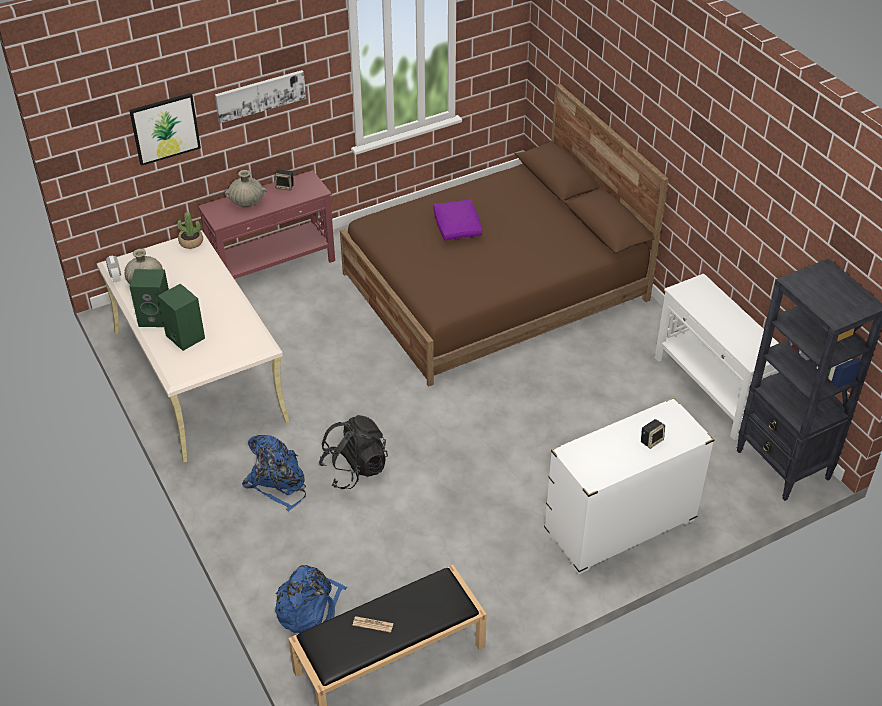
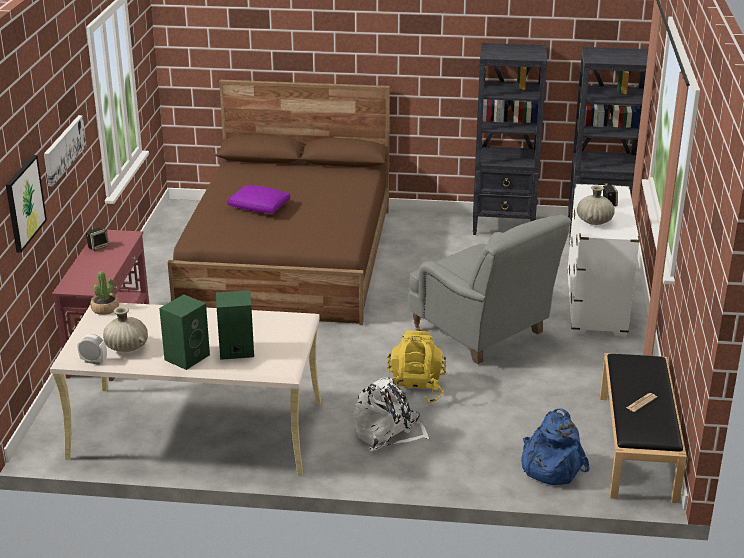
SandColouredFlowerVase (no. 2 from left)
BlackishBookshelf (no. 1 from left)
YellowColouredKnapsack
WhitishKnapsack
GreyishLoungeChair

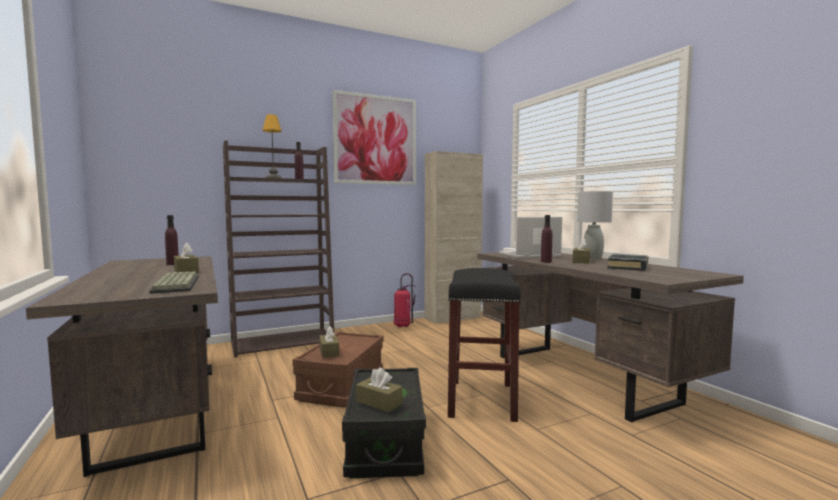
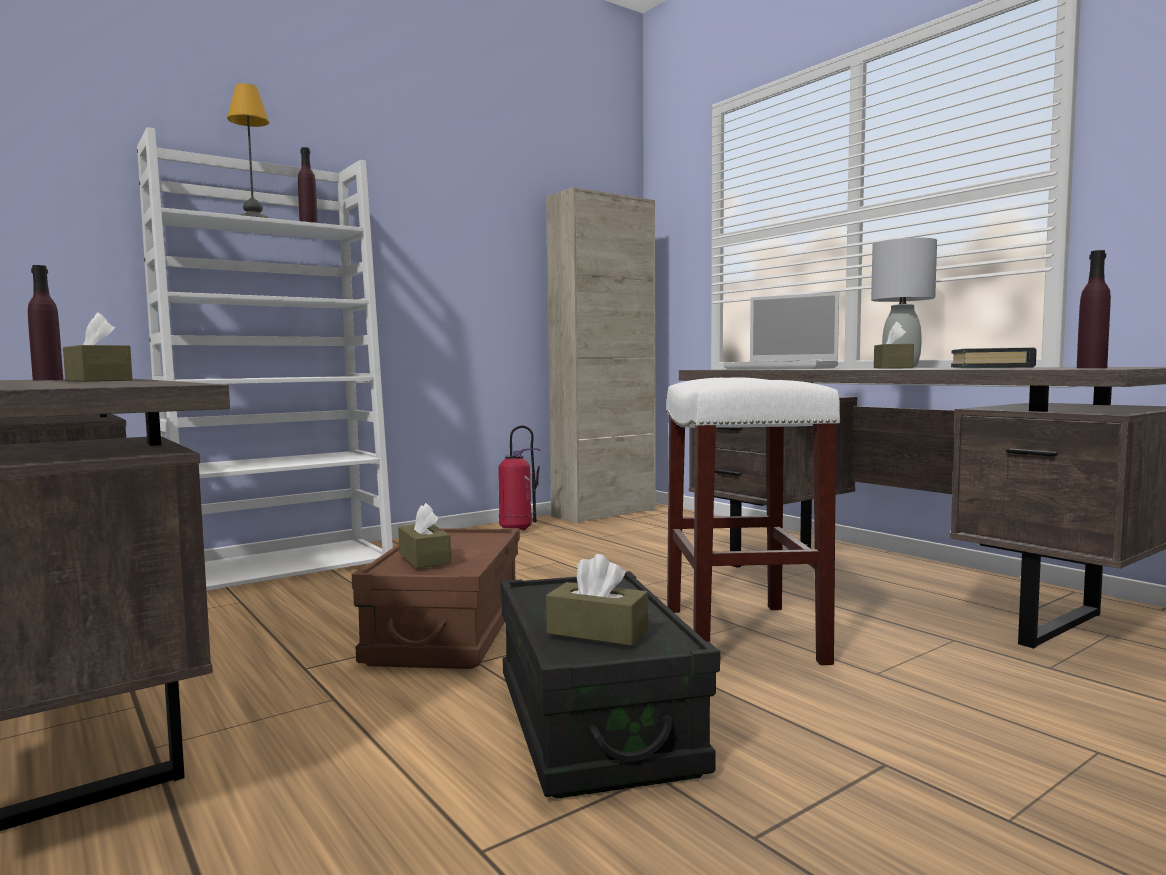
WallPicture
WhitishBookshelf
PurpleColouredBottle (no. 3 from left)
Laptop
WhitishSittingStool
PcKeyboard

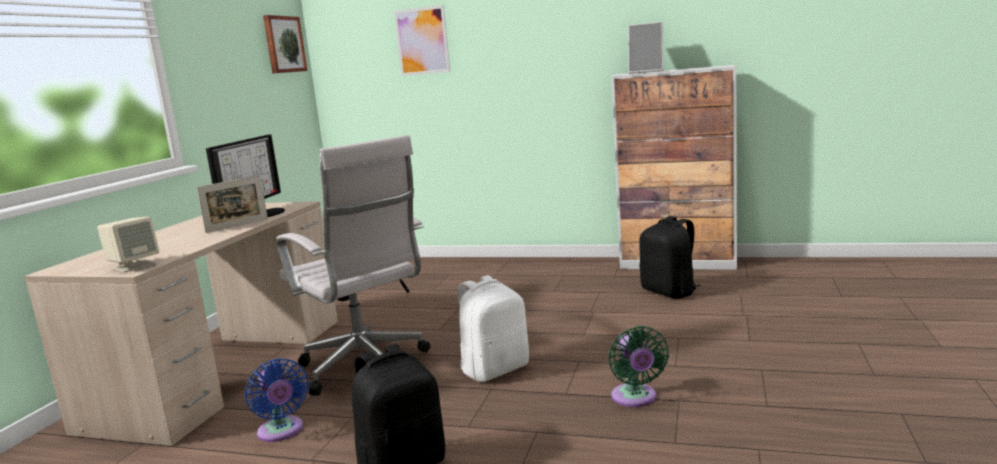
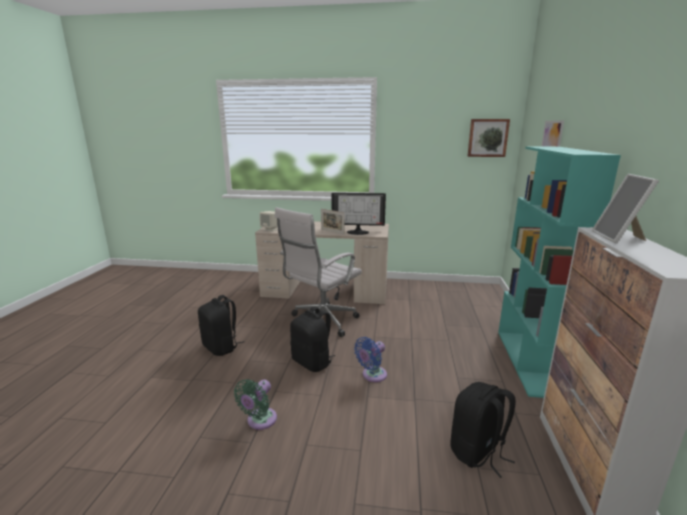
BlackishKnapsack (no. 2 from left)
GreenElectricFan
BlueColouredElectricFan
TurquoiseColouredBookshelf

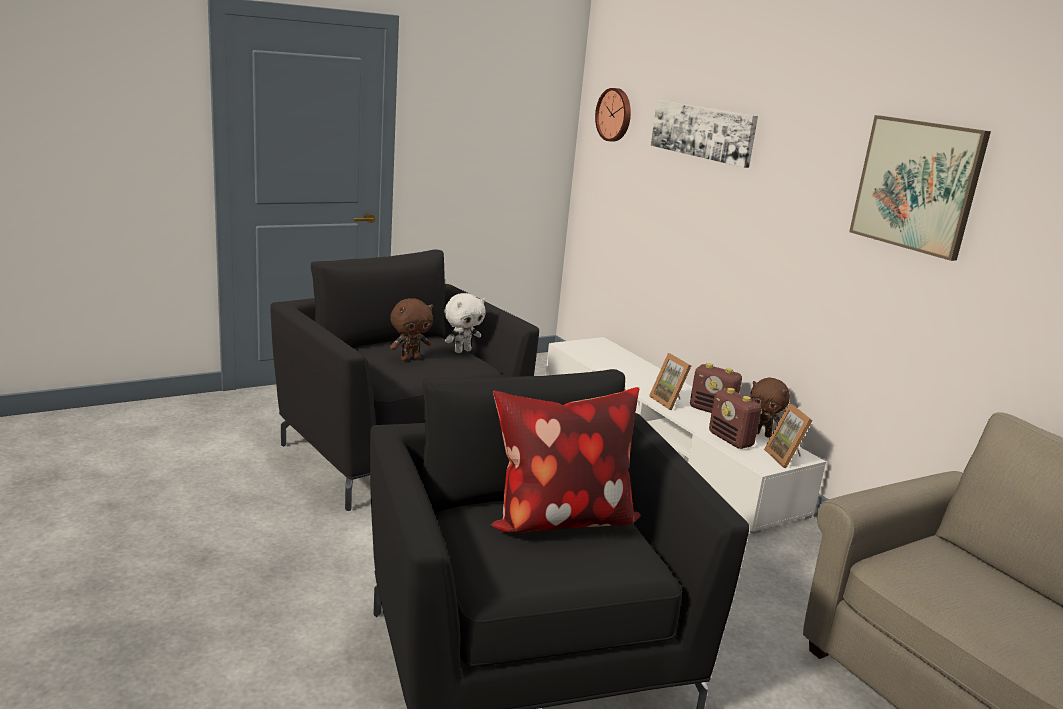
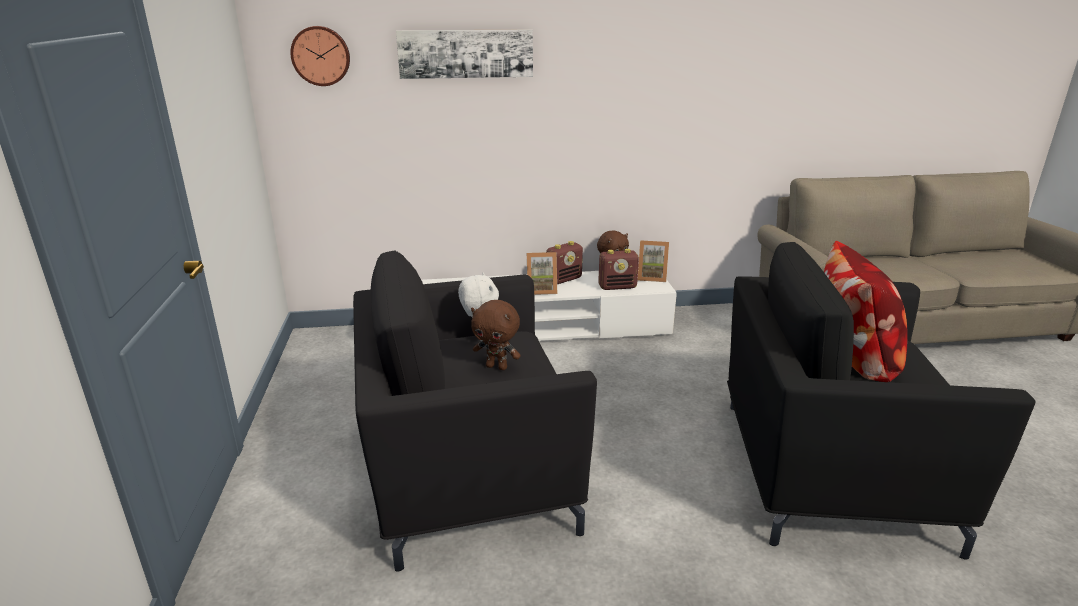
WallPicture (no. 2 from left in the first image)
BrownishCuddlyToy (no. 1 from left)

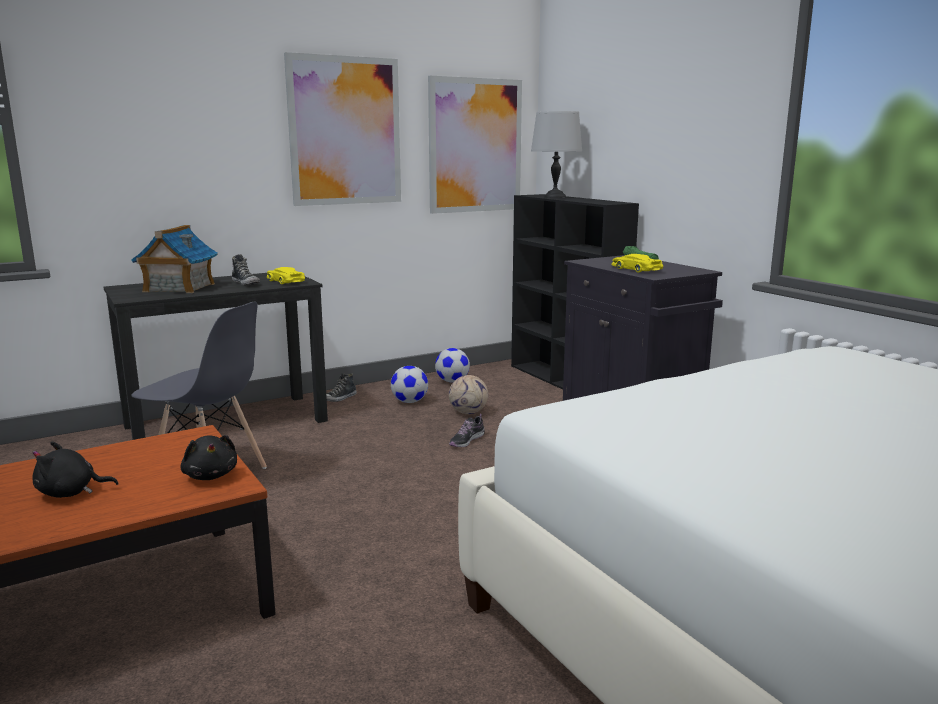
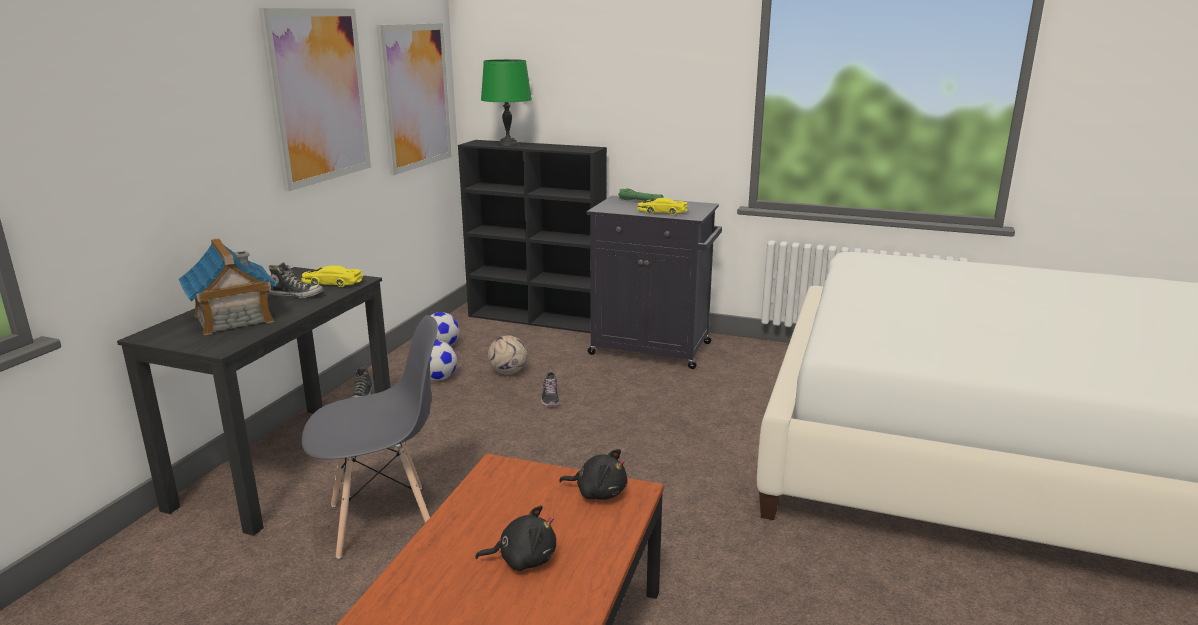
GreenTabletopLamp
BlackishCuddlyToy (no. 1 from left)

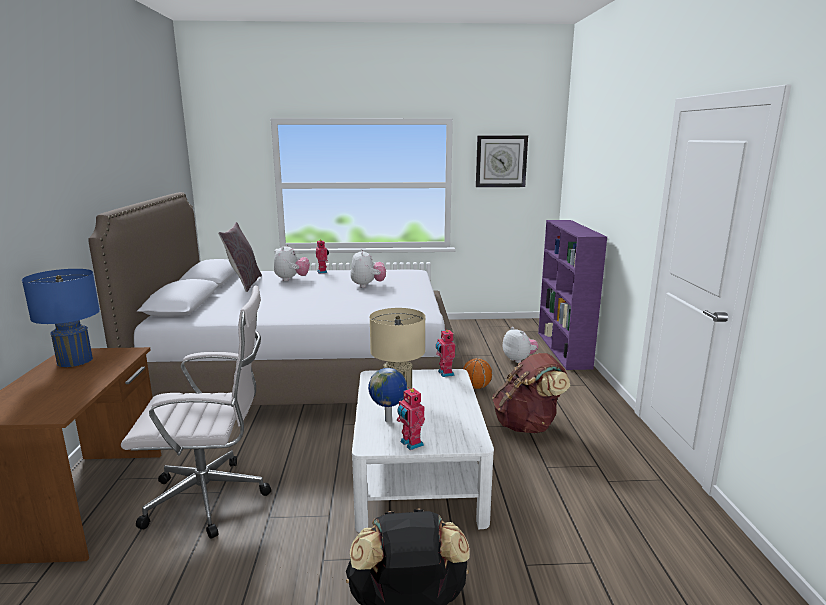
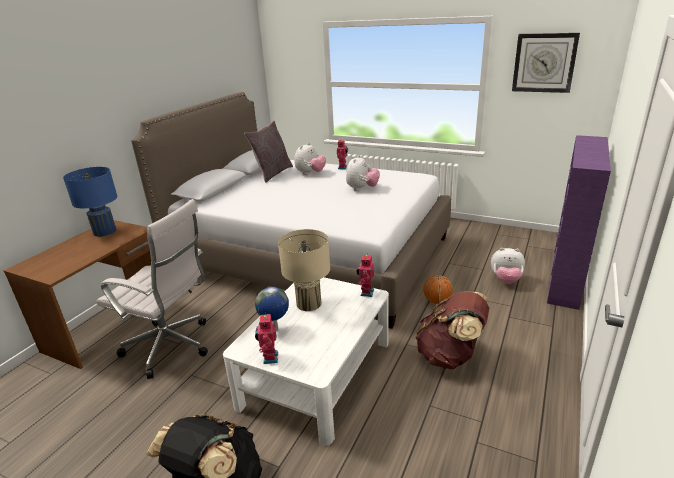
CuddlyToy (no. 3 from left)

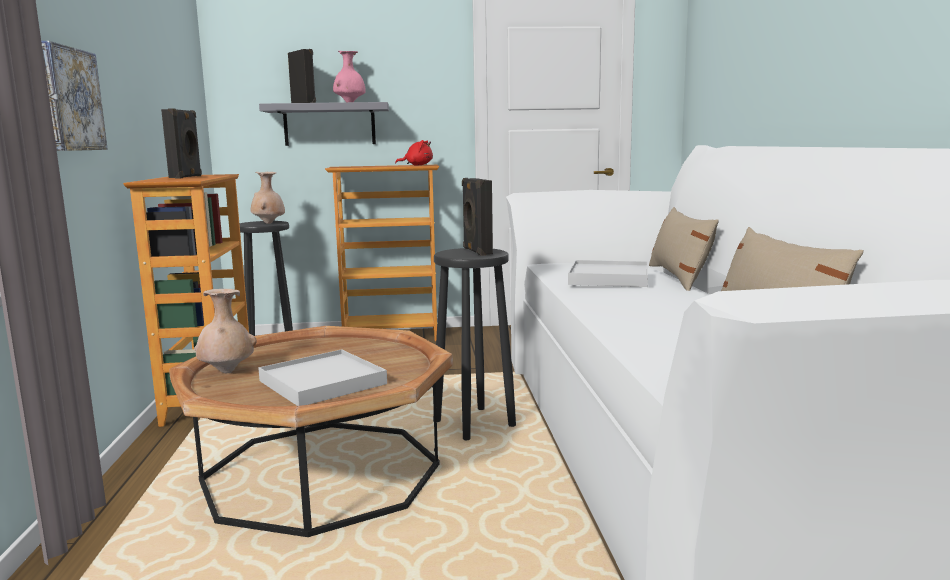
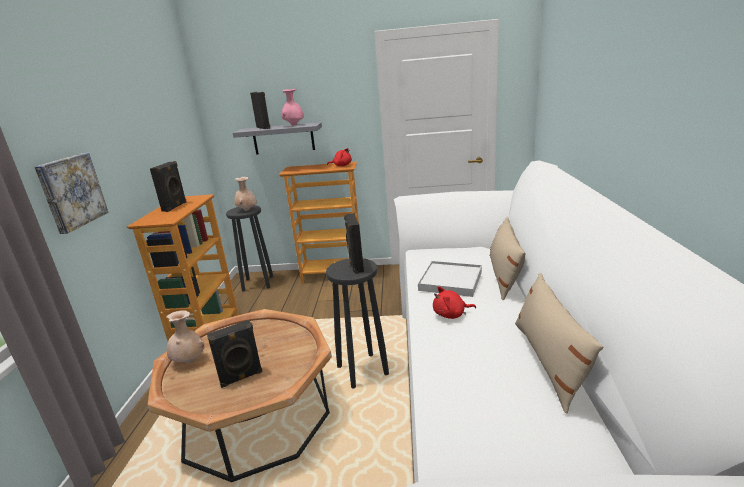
BlackishSpeaker (no. 2 from left)
ReddishCuddlyToy (no. 2 from left)

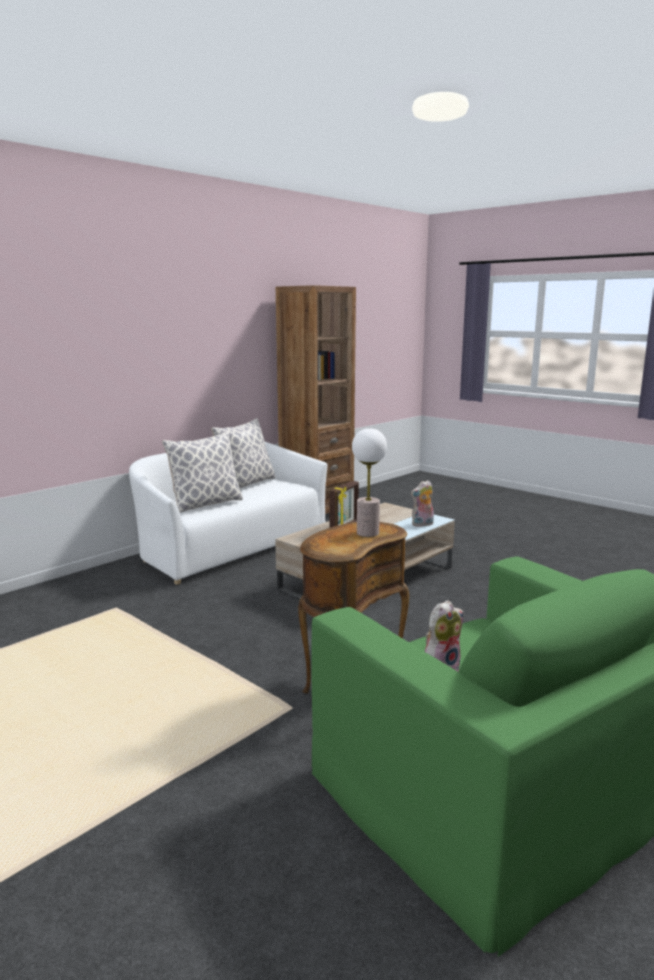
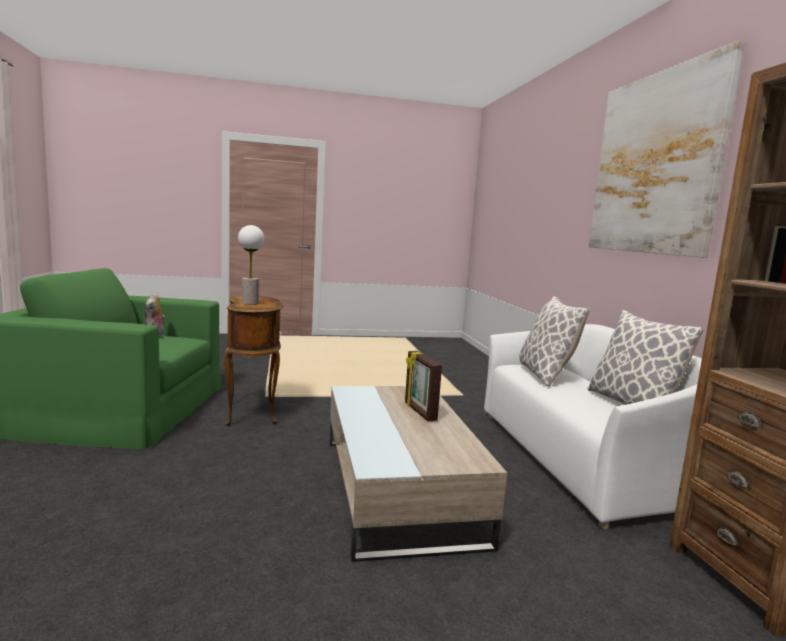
CuddlyToy (no. 1 from left in the first image)
WallPicture

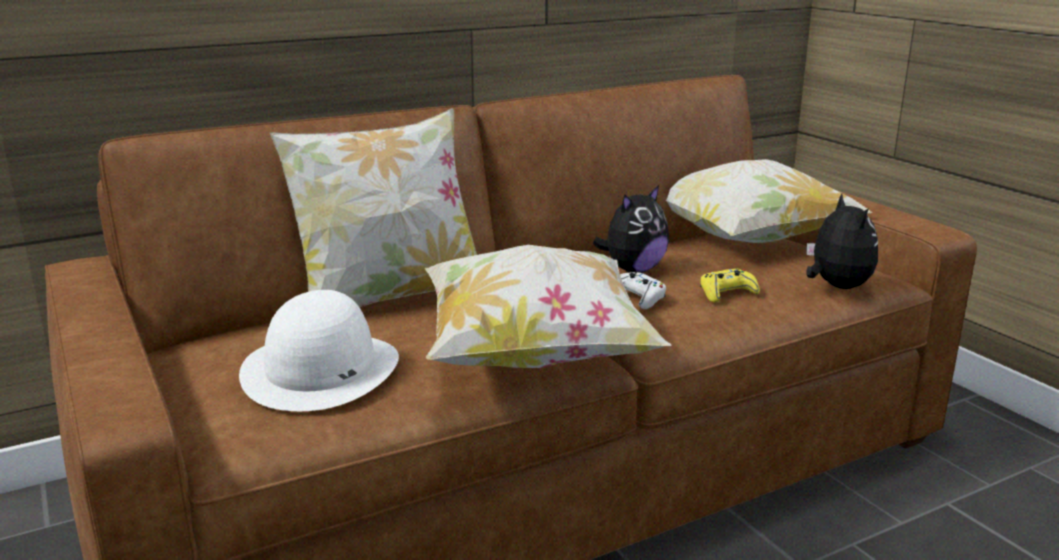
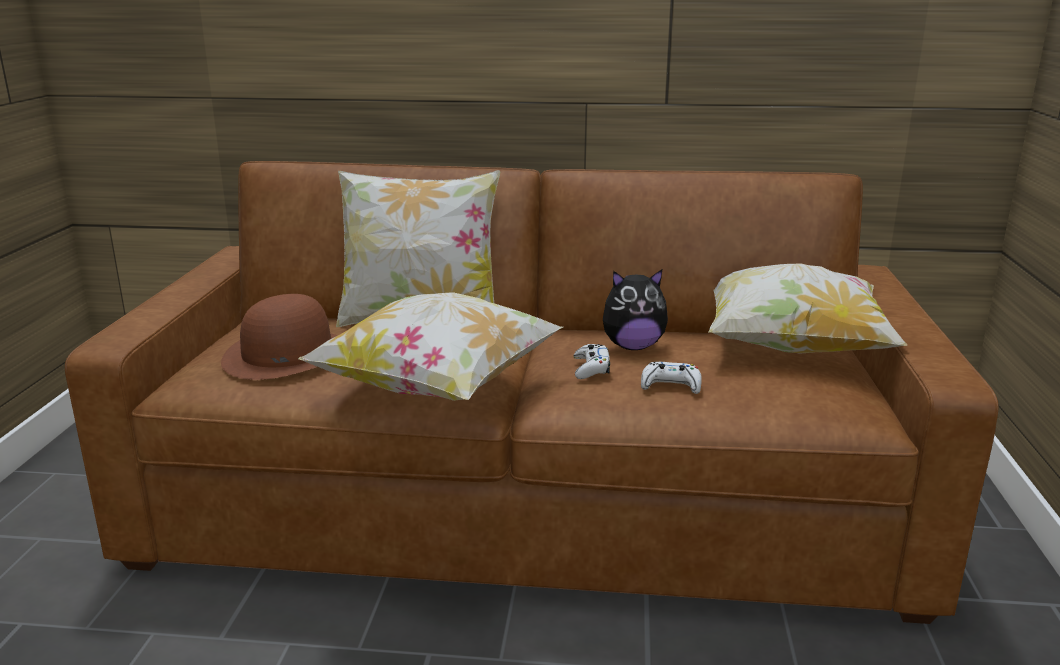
CuddlyToy (no. 2 from left in the first image)
WhitishGameController (no. 2 from left)
BrownishWearableHat

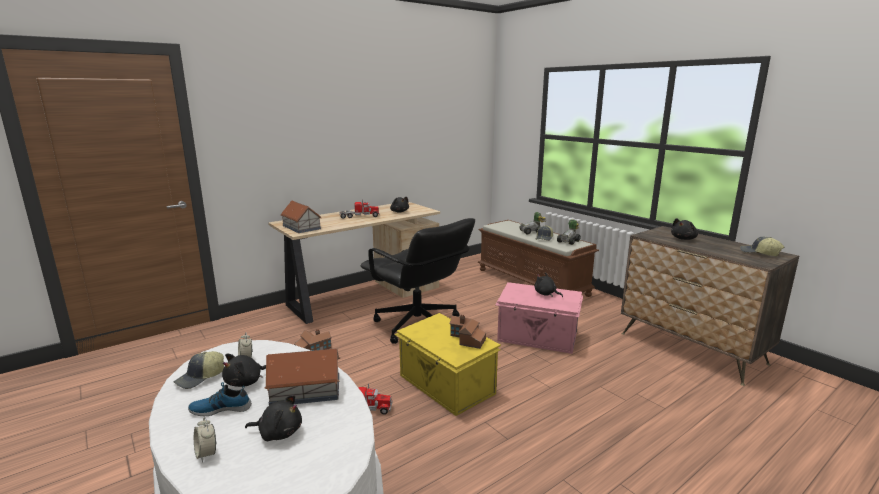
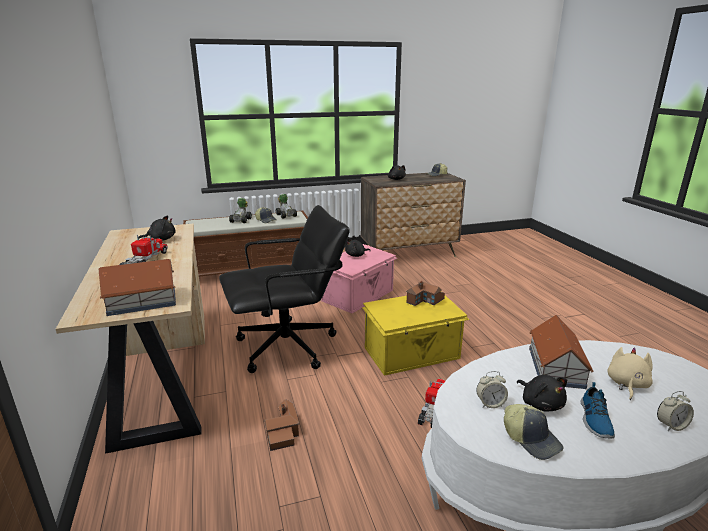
SandColouredCuddlyToy

